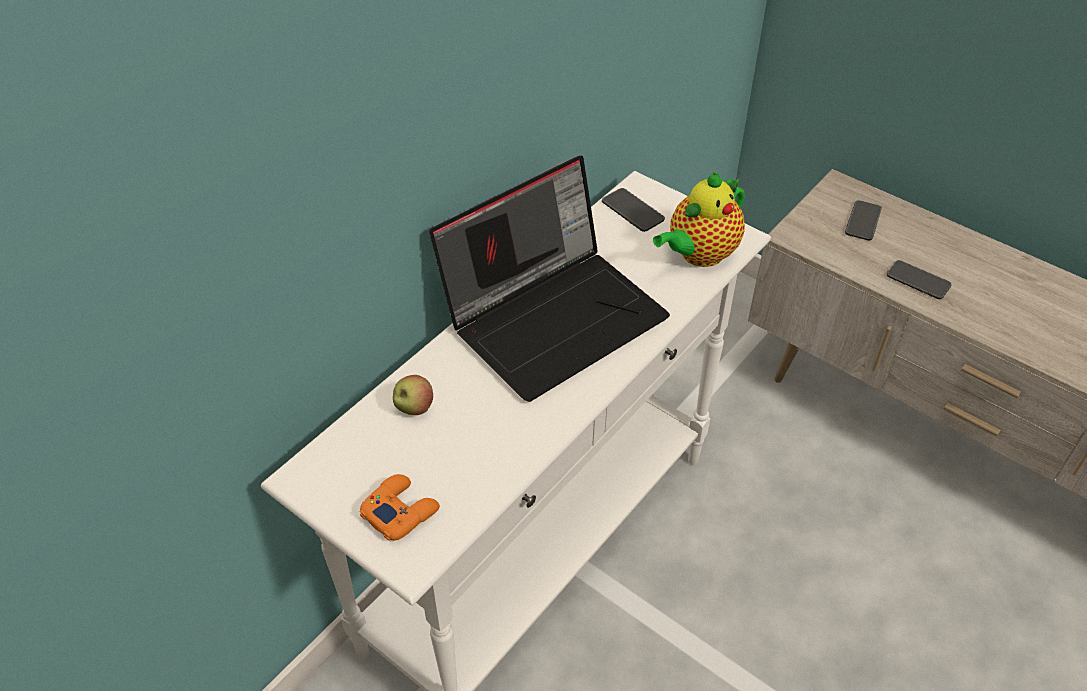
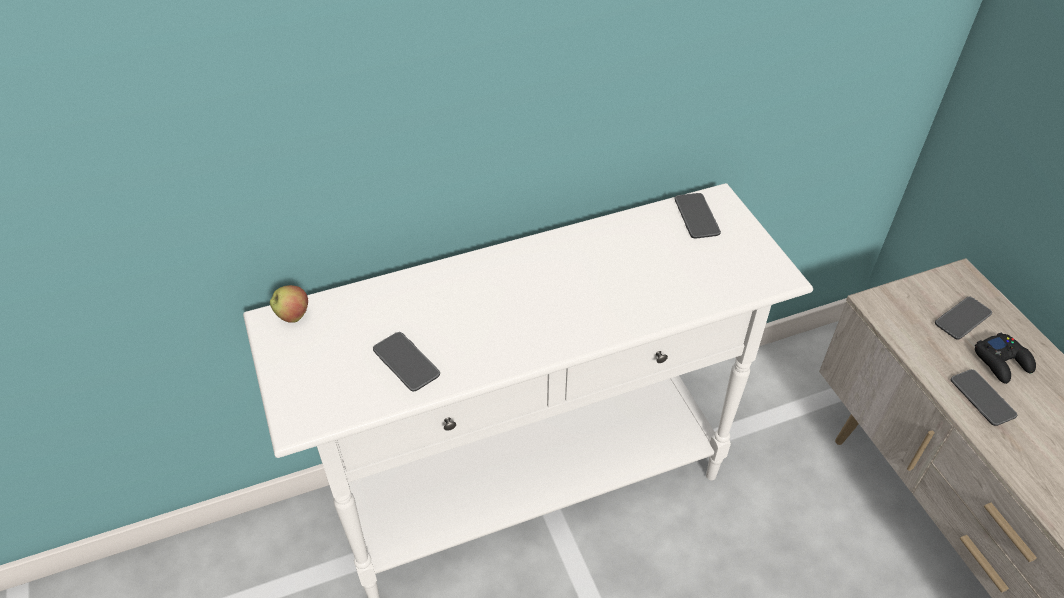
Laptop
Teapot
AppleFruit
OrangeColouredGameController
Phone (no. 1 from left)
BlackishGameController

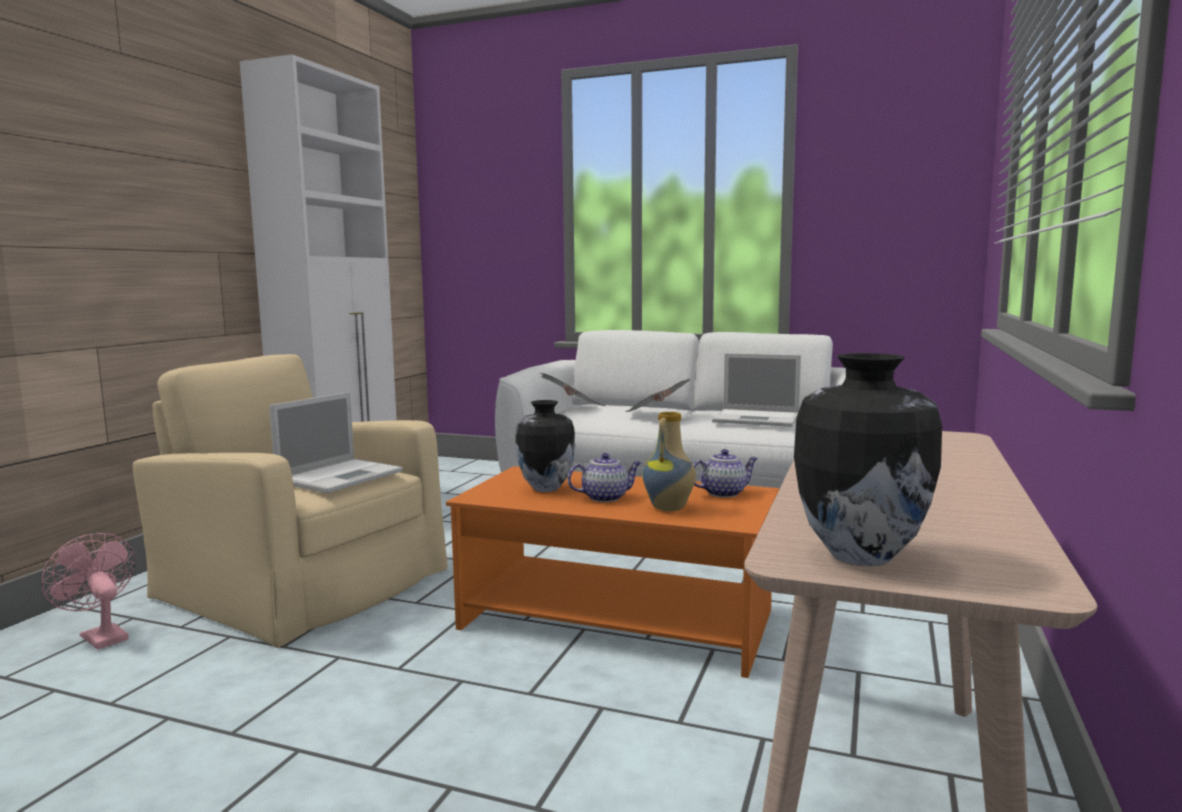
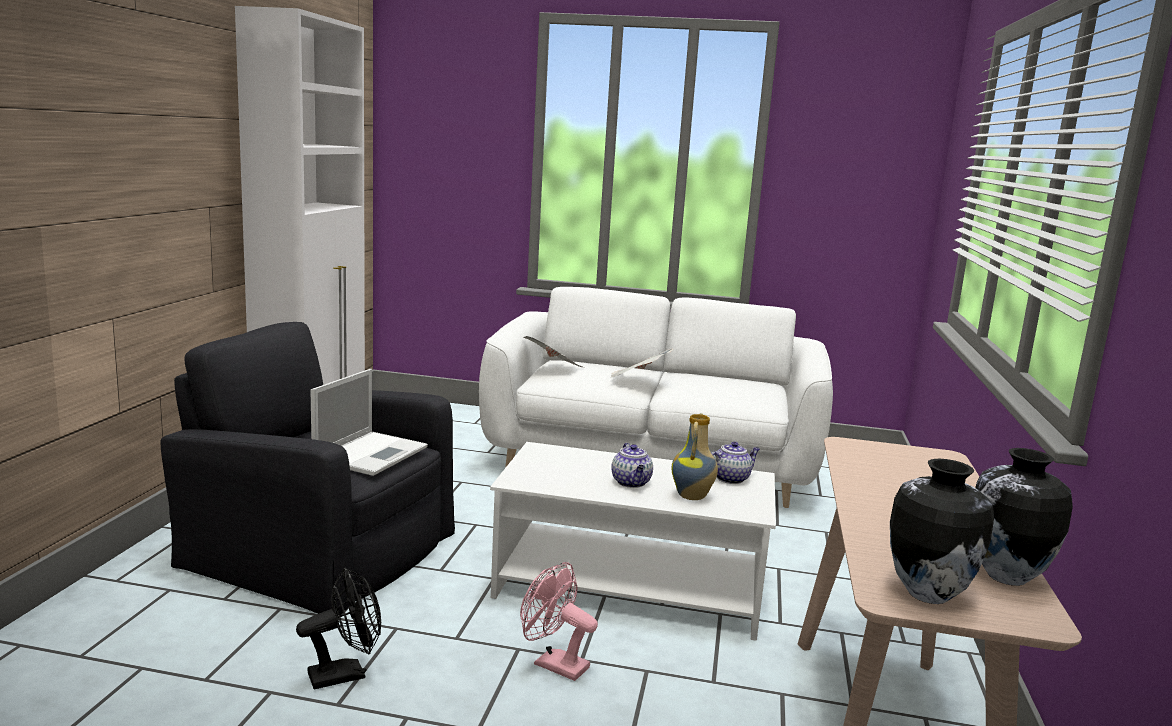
Laptop (no. 2 from left in the first image)
BlackishLoungeChair
FlowerVase (no. 3 from left)
Teapot (no. 1 from left)
WhitishCoffeeTable
PinkElectricFan
BlackishElectricFan

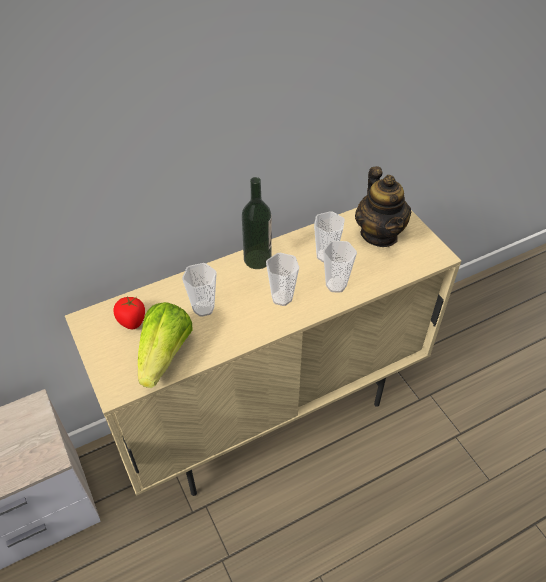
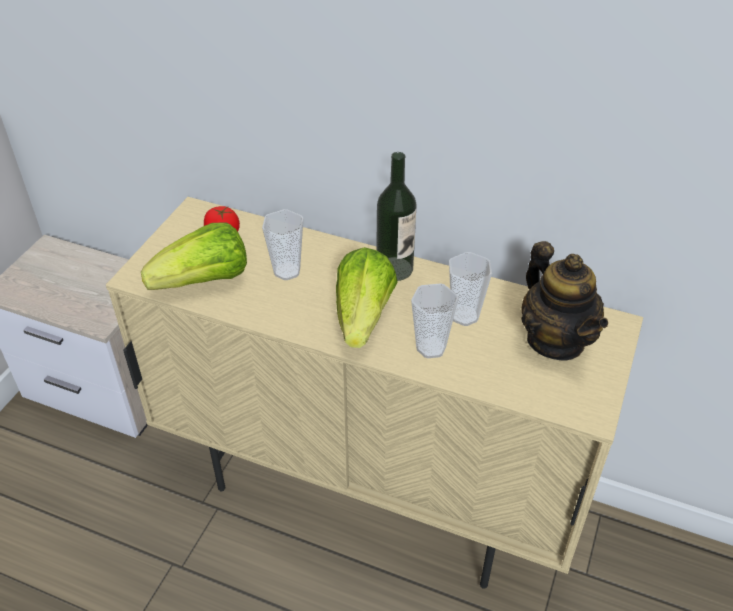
Teapot
HeadOfLettuce (no. 2 from left)

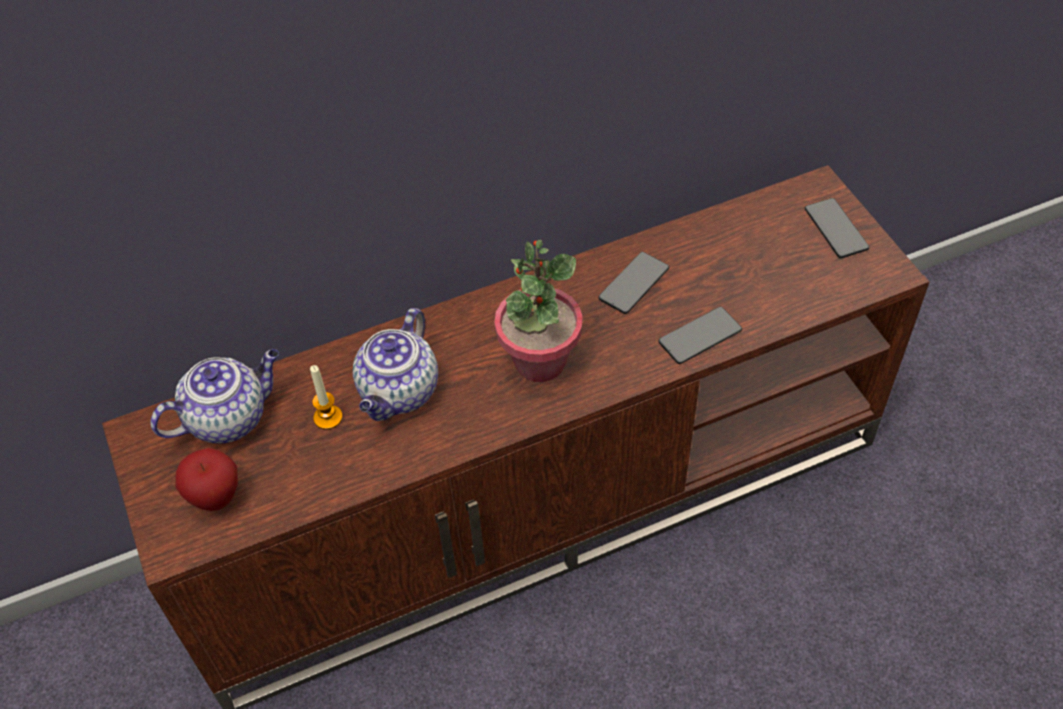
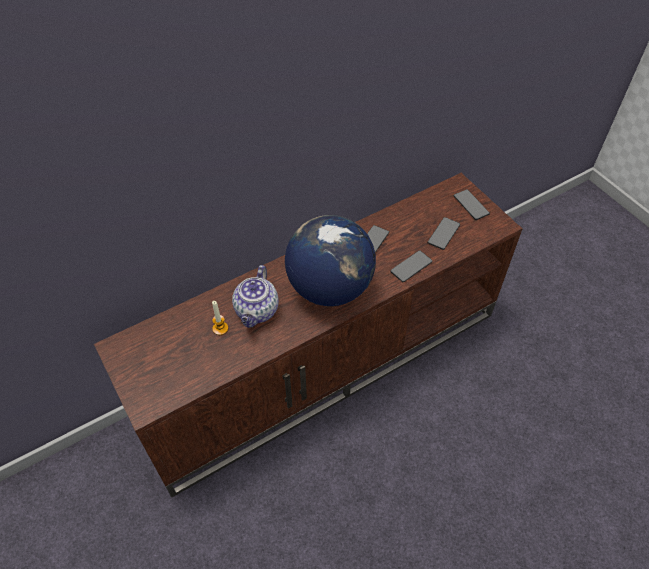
Globe
Teapot (no. 1 from left in the first image)
AppleFruit
Phone (no. 3 from left)

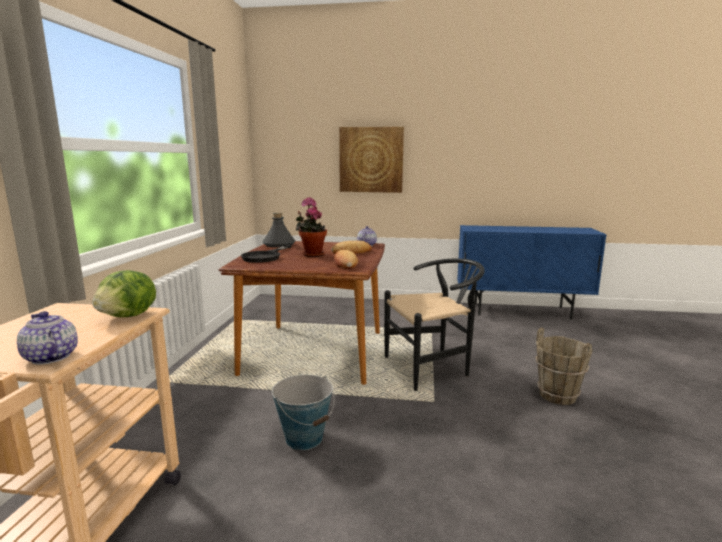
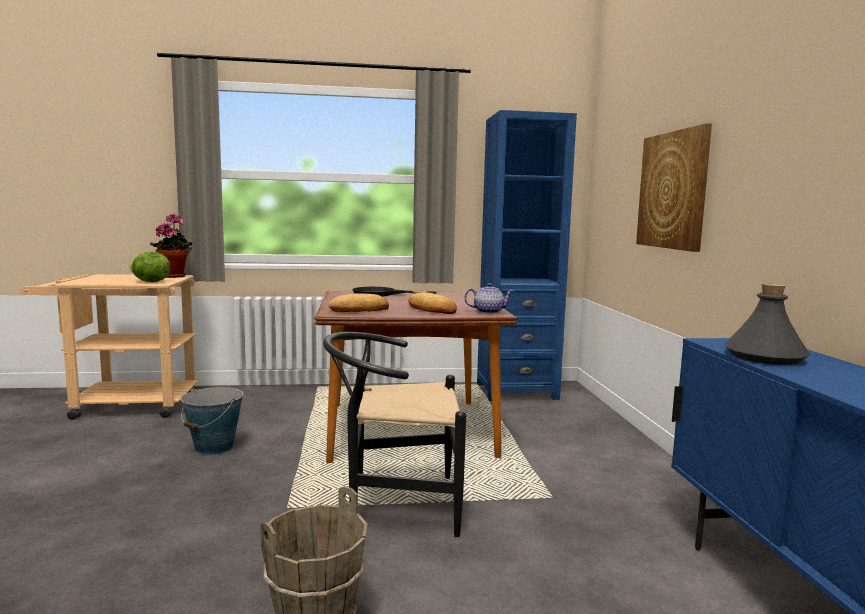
Houseplant
GreyishBottle
BlackishPlainChair
Teapot (no. 1 from left in the first image)
BlueColouredBookshelf

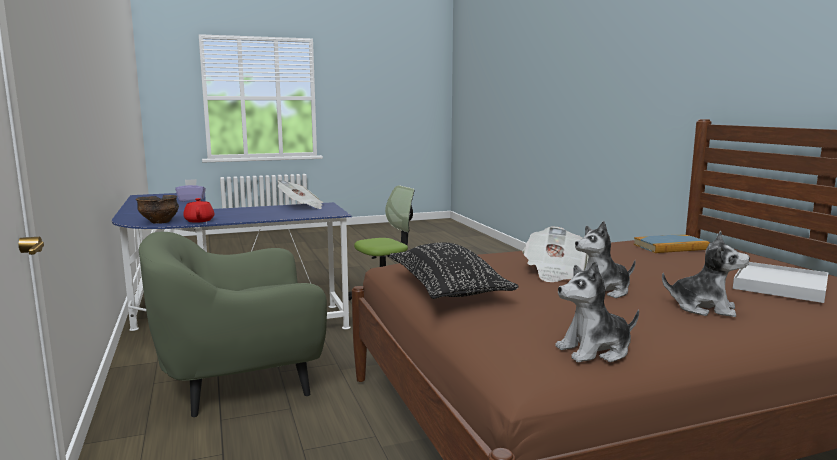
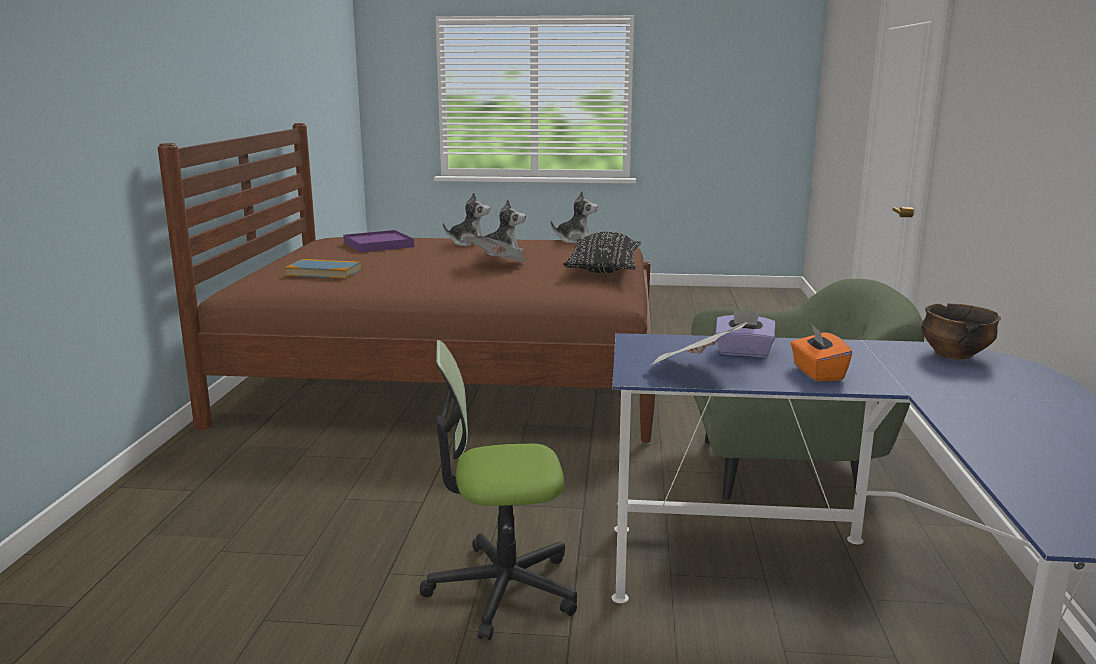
PurpleColouredBoxOfTissues
ReddishTeapot
CuddlyToy (no. 1 from left)
PurpleColouredTray
OrangeColouredBoxOfTissues

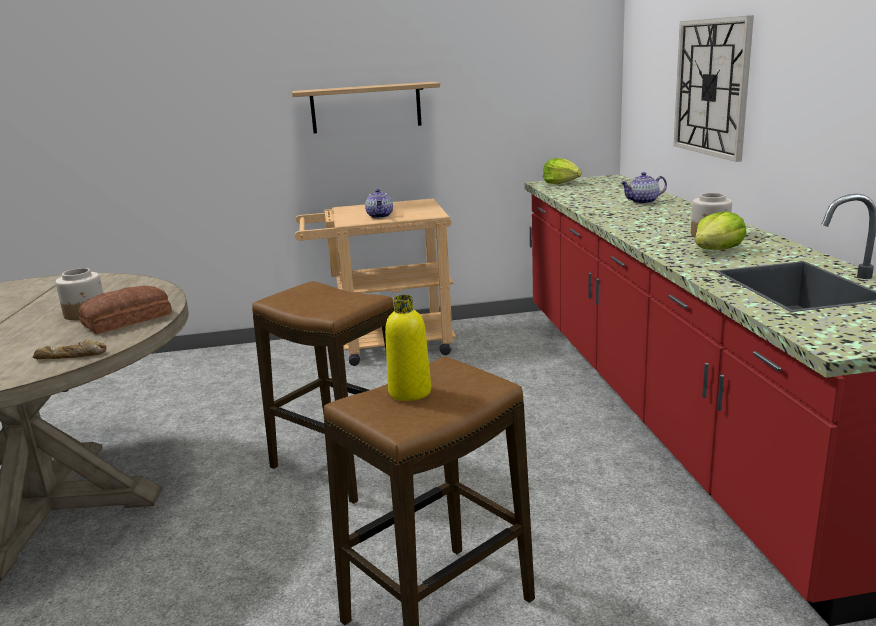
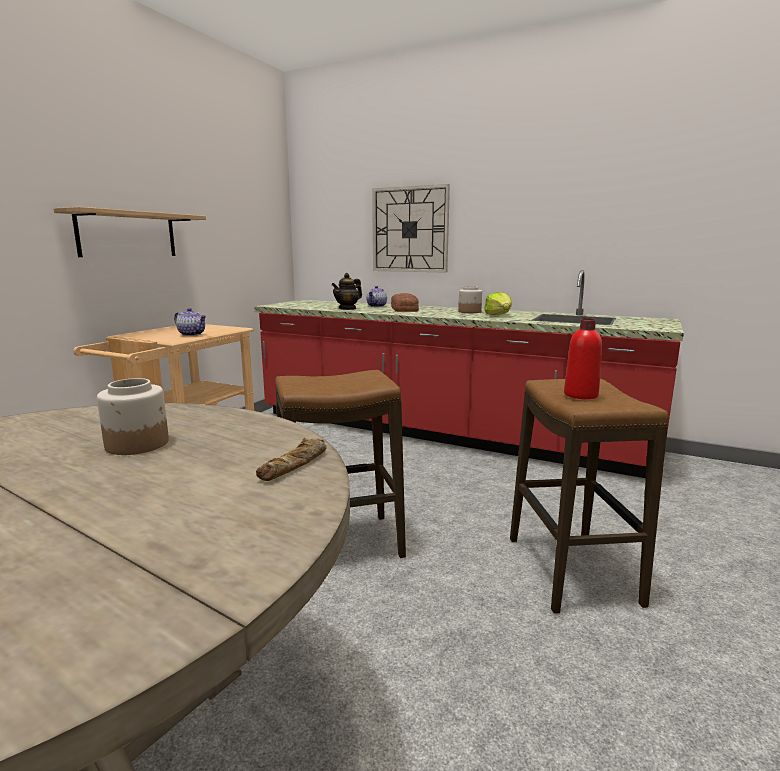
HeadOfLettuce (no. 1 from left in the first image)
BakeryBread (no. 2 from left)
ReddishBottle
Teapot (no. 2 from left)

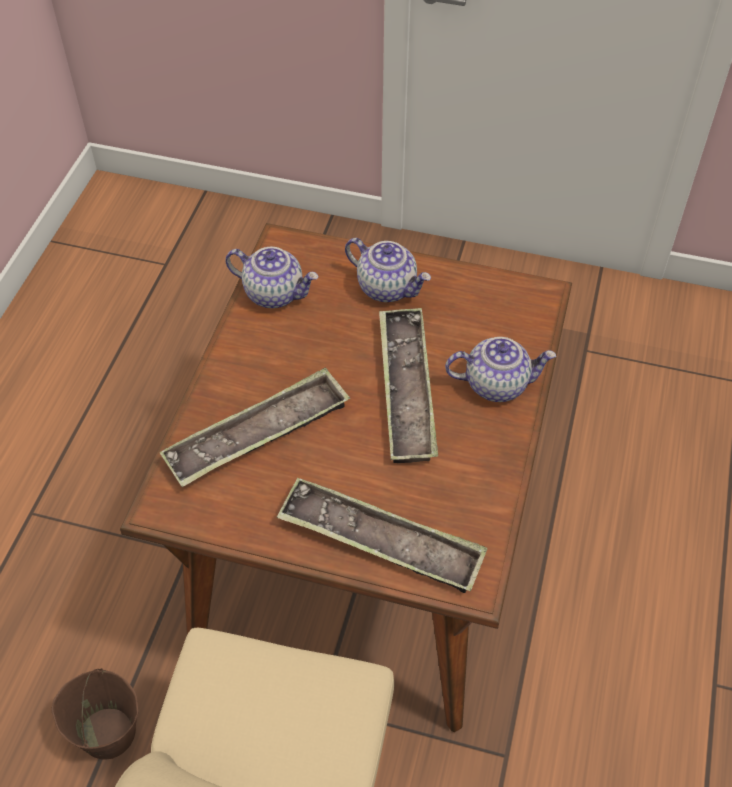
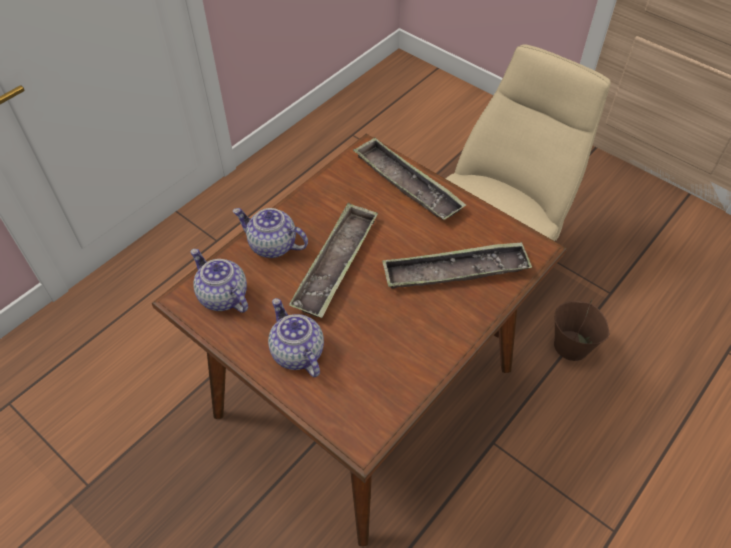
Teapot (no. 1 from left)

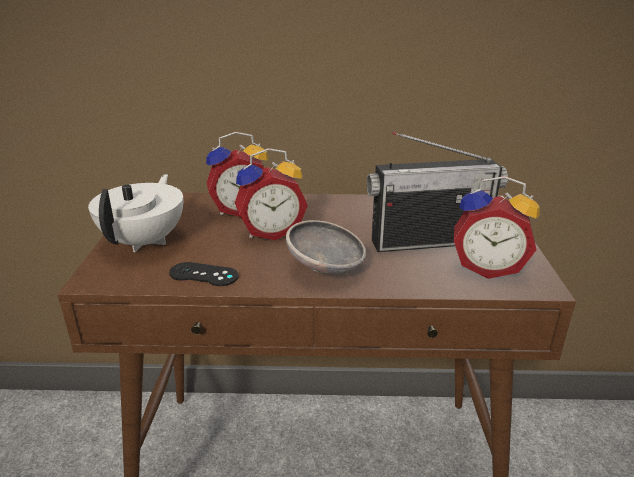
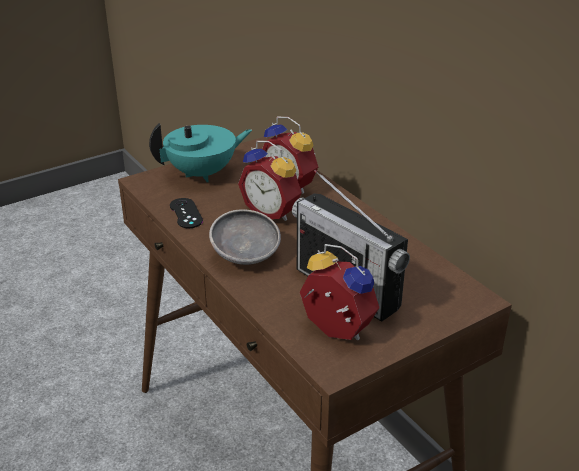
TurquoiseColouredTeapot
AlarmClock (no. 3 from left)

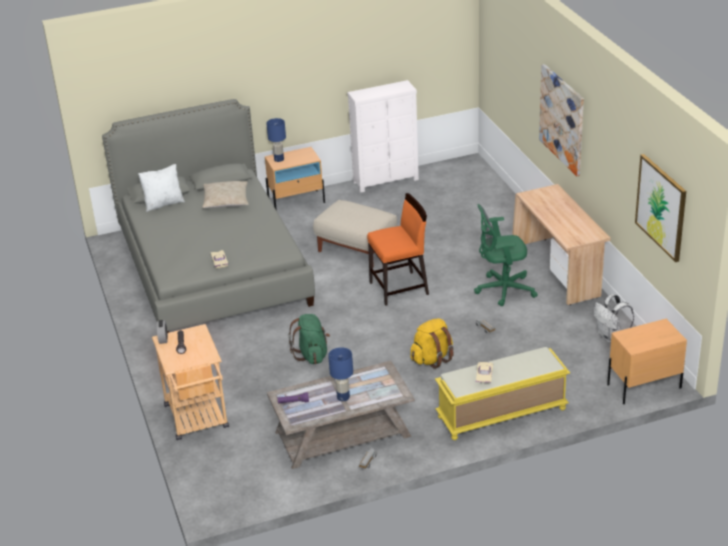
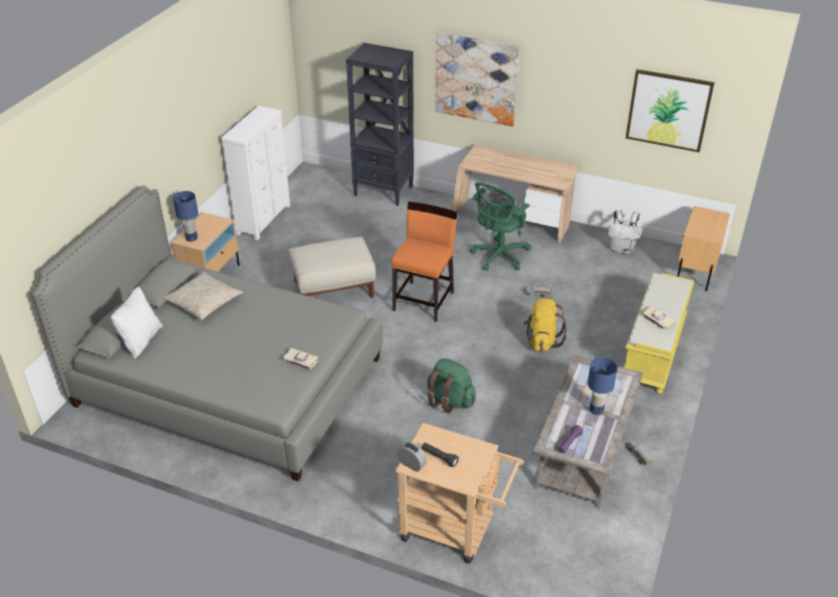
BlackishBookshelf

